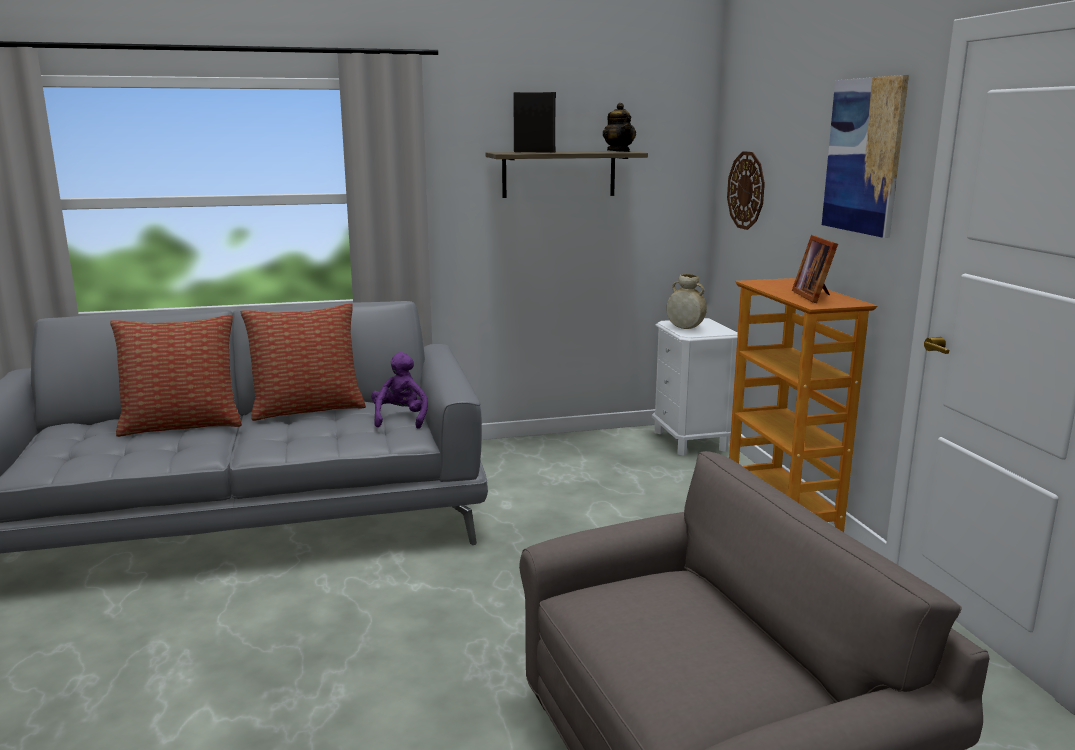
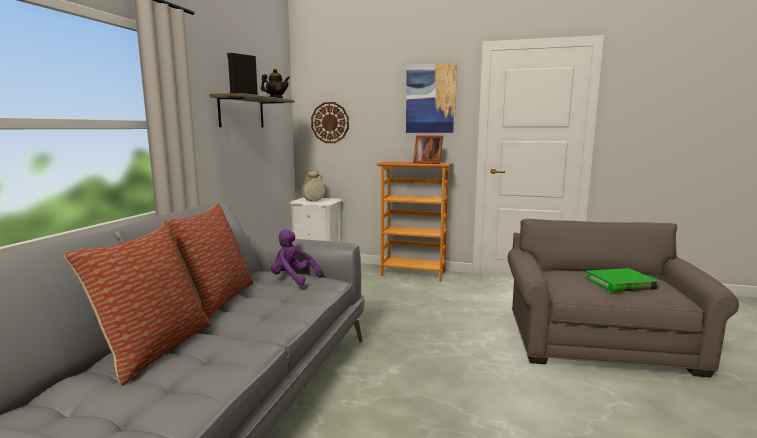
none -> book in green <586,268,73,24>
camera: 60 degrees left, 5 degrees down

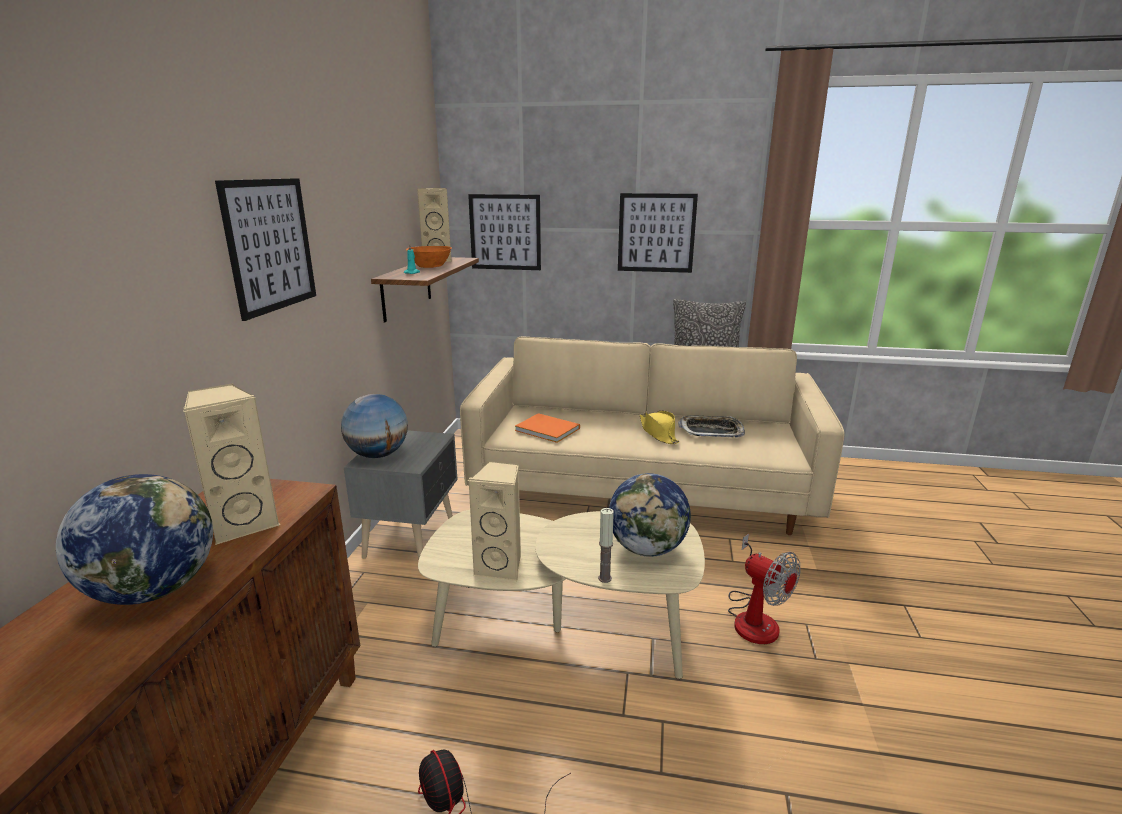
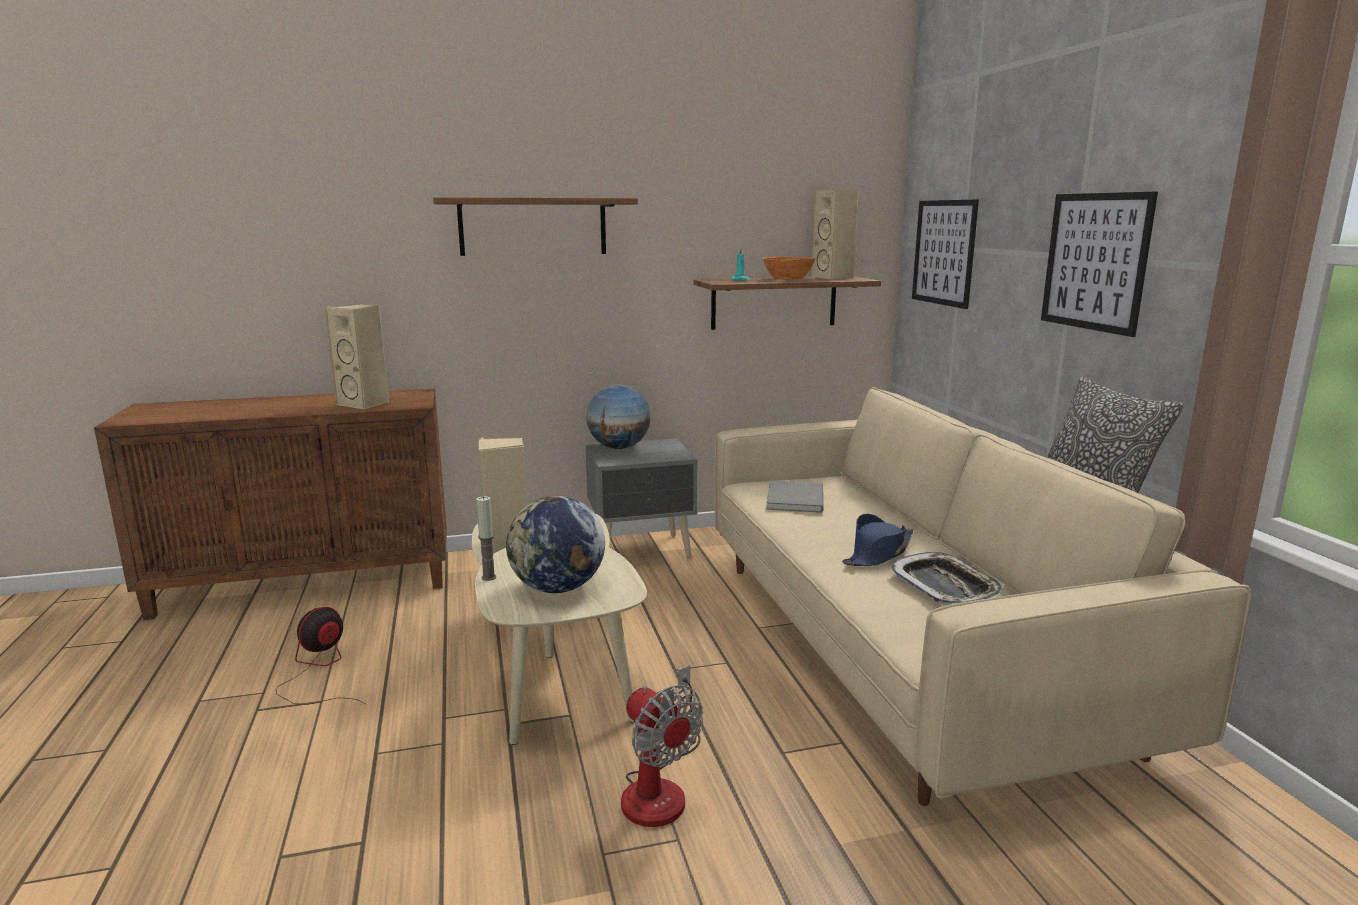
picture <215,178,101,143> -> shelf <433,197,205,59>
fan <728,534,73,110> -> fan <621,665,82,162>, 60 degrees counterclockwise
book in orange <515,413,65,30> -> book in grey <766,481,58,32>
hat in yellow <640,411,39,33> -> hat in blue <842,514,72,52>
globe <56,474,157,131> -> none
camera: 65 degrees right, 5 degrees down

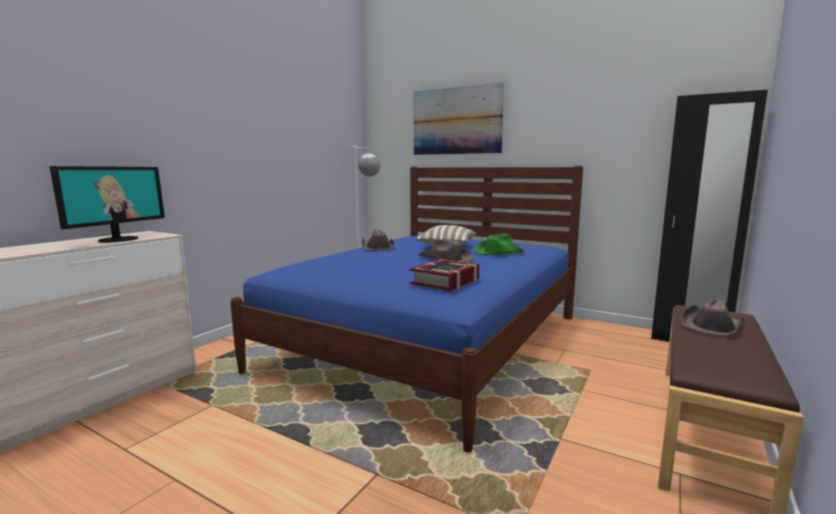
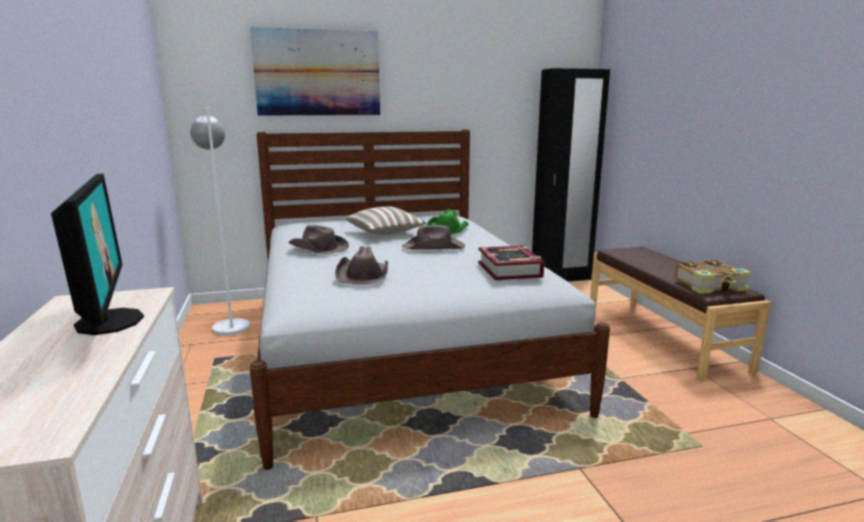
bed in blue <230,166,353,287> -> bed in white <250,129,360,341>
hat in brown <681,298,63,37> -> hat in brown <335,246,53,38>, moved
none -> book <675,260,77,34>
camera: 45 degrees left, 5 degrees up

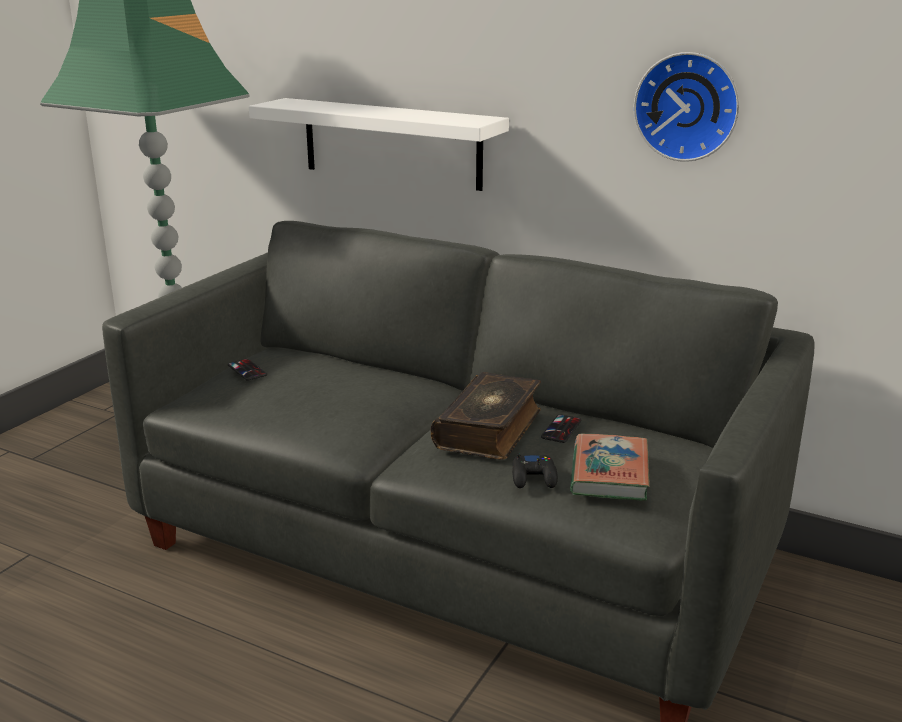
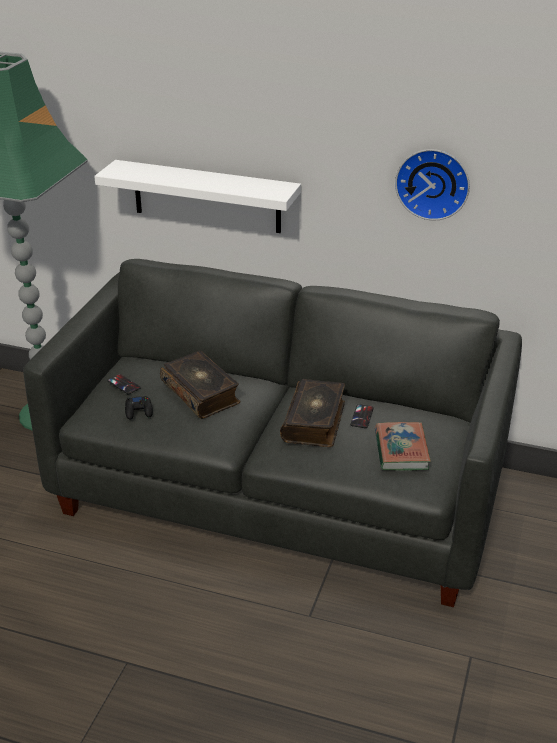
game controller in black <512,454,46,34> -> game controller in black <125,396,28,24>, moved
none -> book <160,351,81,68>
camera: 10 degrees left, 10 degrees up

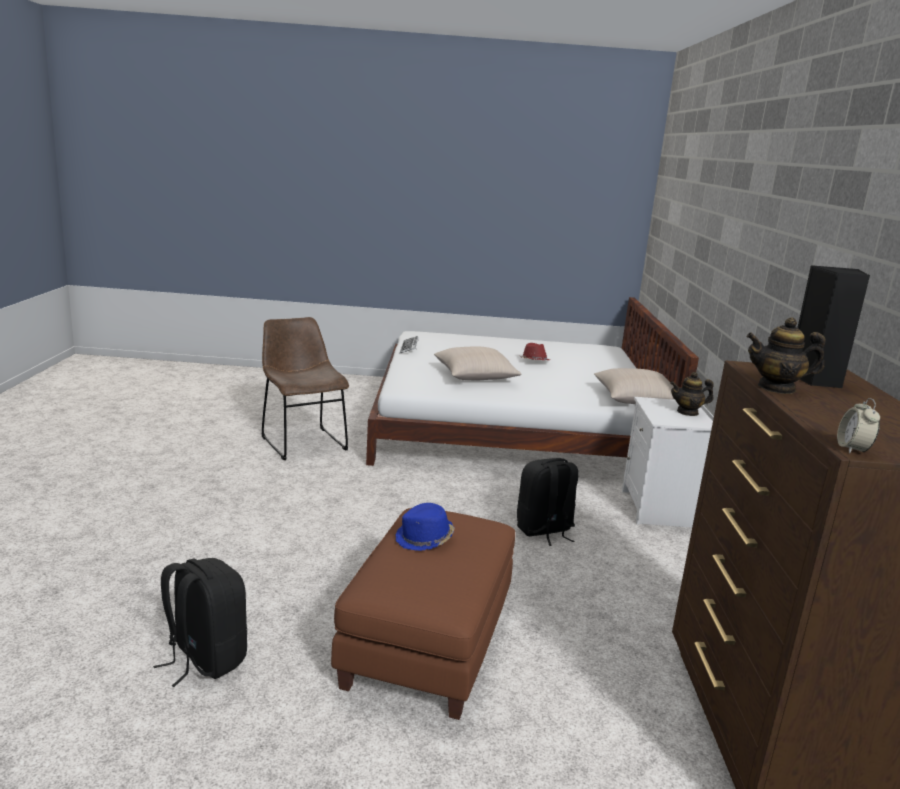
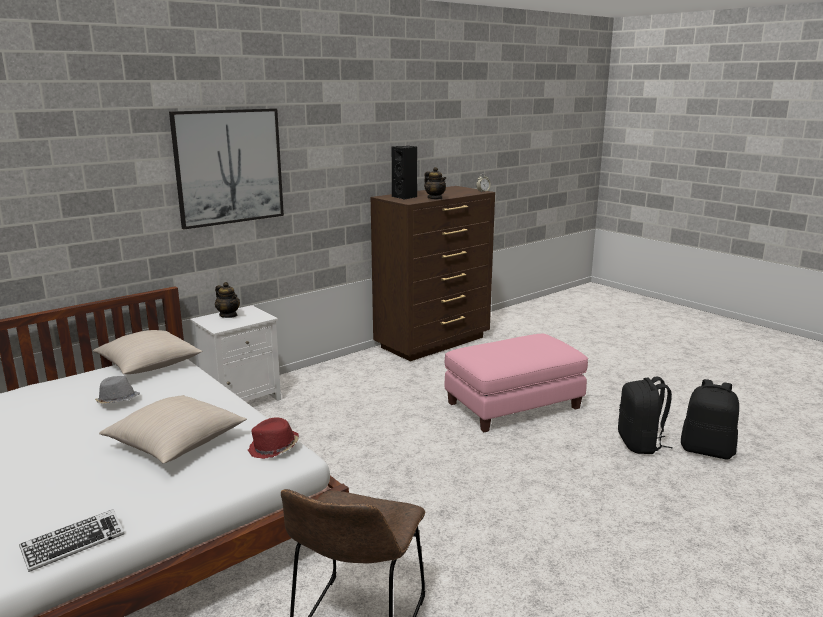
none -> hat in grey <95,376,45,28>
none -> picture <169,108,115,122>
hat in red <520,343,29,17> -> hat in red <248,418,51,41>, moved
ottoman in brown <331,508,184,212> -> ottoman in pink <445,334,143,98>
backpack in black <517,458,61,88> -> backpack in black <681,379,58,80>, moved
hat in blue <395,503,59,48> -> none
camera: 130 degrees left, 0 degrees up

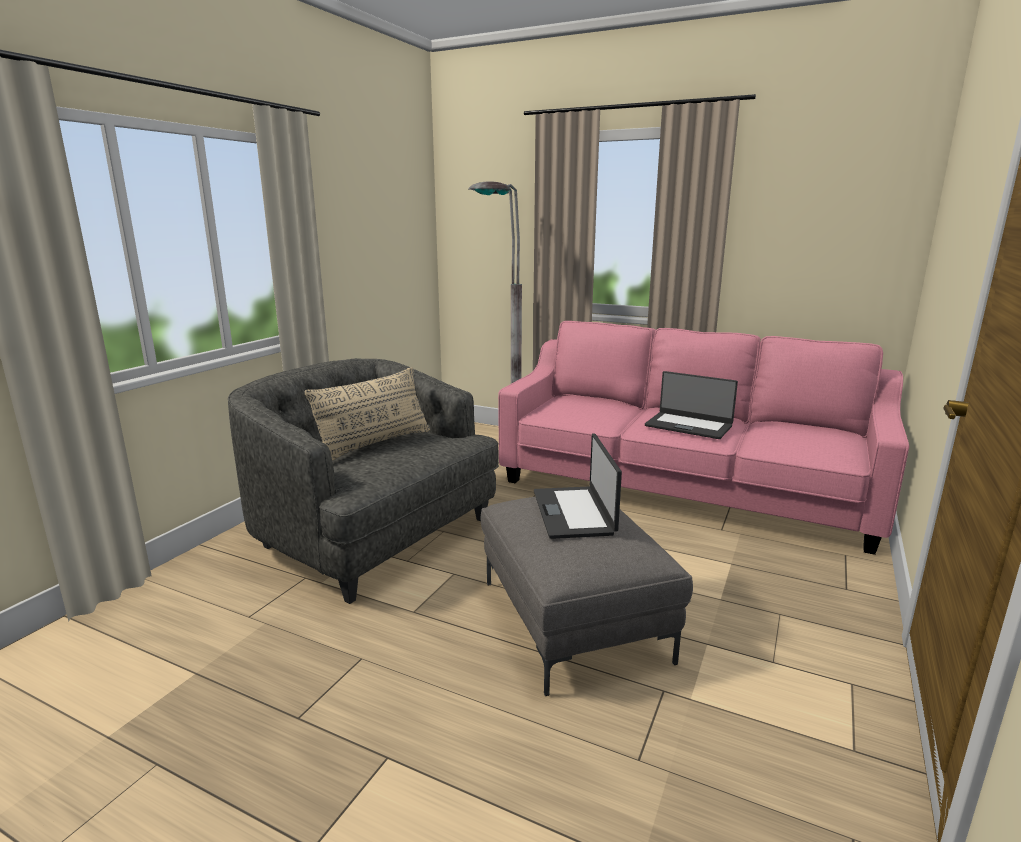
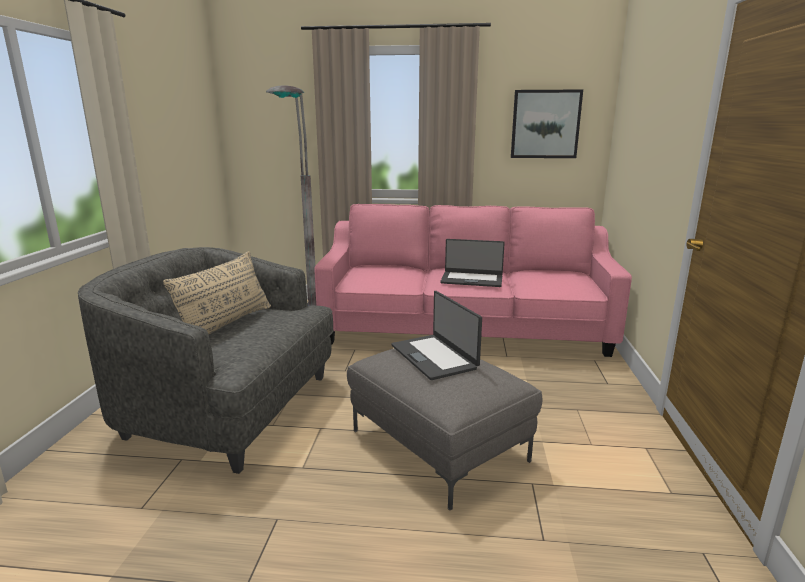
none -> picture <511,90,72,68>
camera: 20 degrees left, 0 degrees up

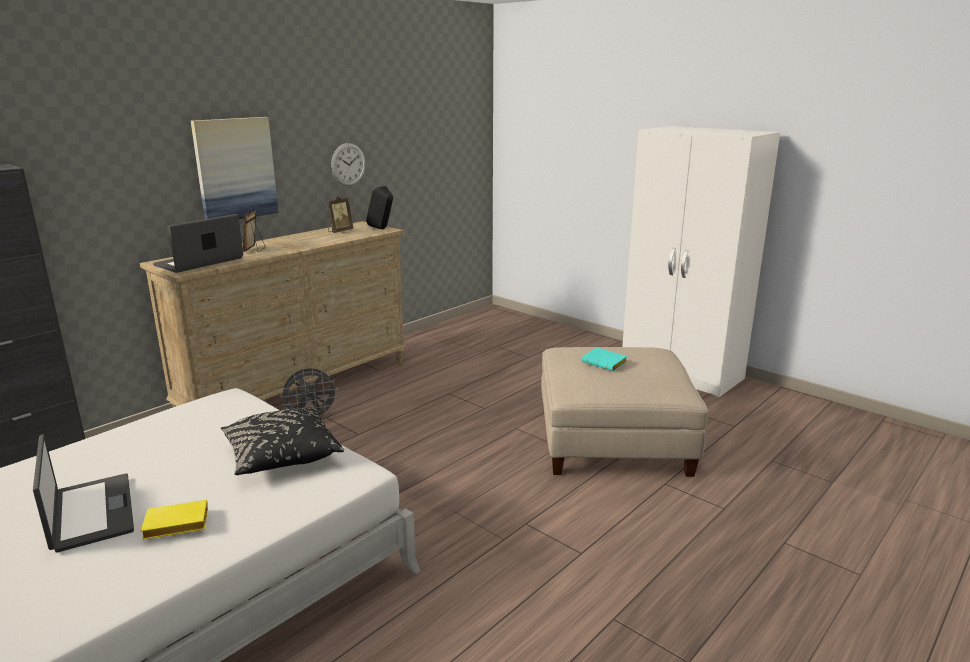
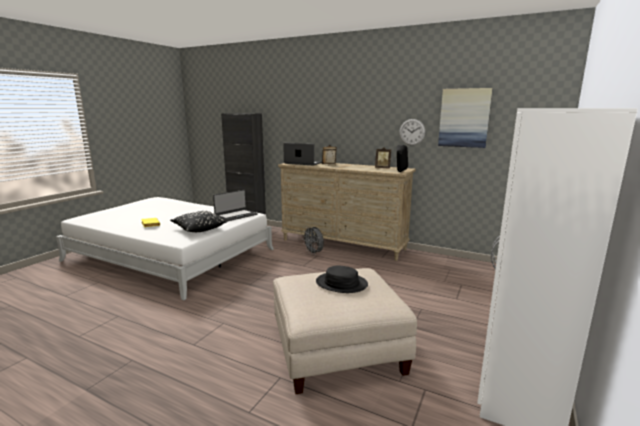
laptop <33,434,101,119> -> laptop <213,190,45,31>, moved
book in turquoise <582,347,45,24> -> hat in black <316,266,52,27>
picture <191,117,87,102> -> picture <438,88,55,60>, moved
camera: 75 degrees right, 5 degrees down

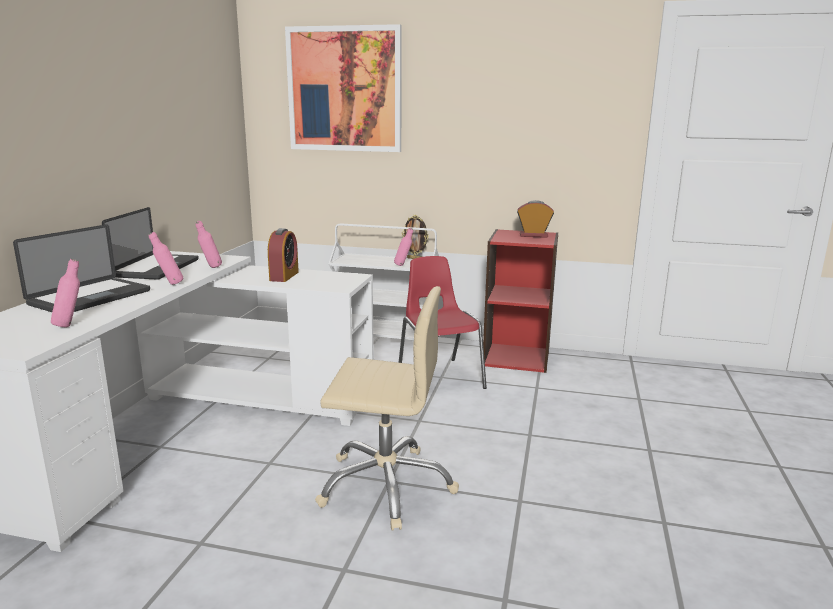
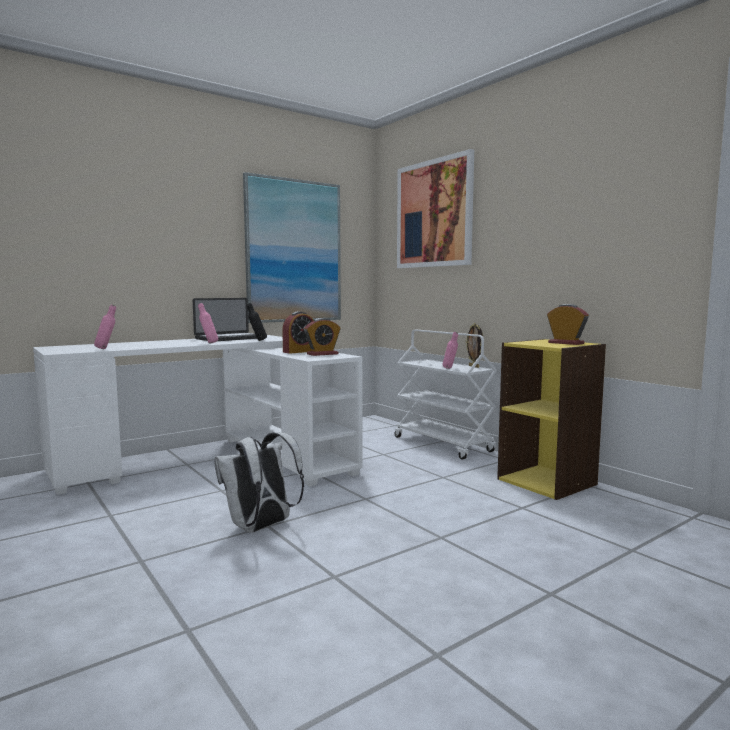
office chair in beige <315,286,144,244> -> backpack in white <214,432,90,101>
none -> picture <243,172,98,151>
bottle in pink <195,221,27,47> -> bottle in black <247,303,20,38>
none -> alarm clock <304,318,36,38>
bookcase in red <483,229,75,144> -> bookcase in yellow <497,339,109,161>
laptop <13,224,137,88> -> none
chair in red <399,256,88,133> -> none
camera: 40 degrees right, 10 degrees down

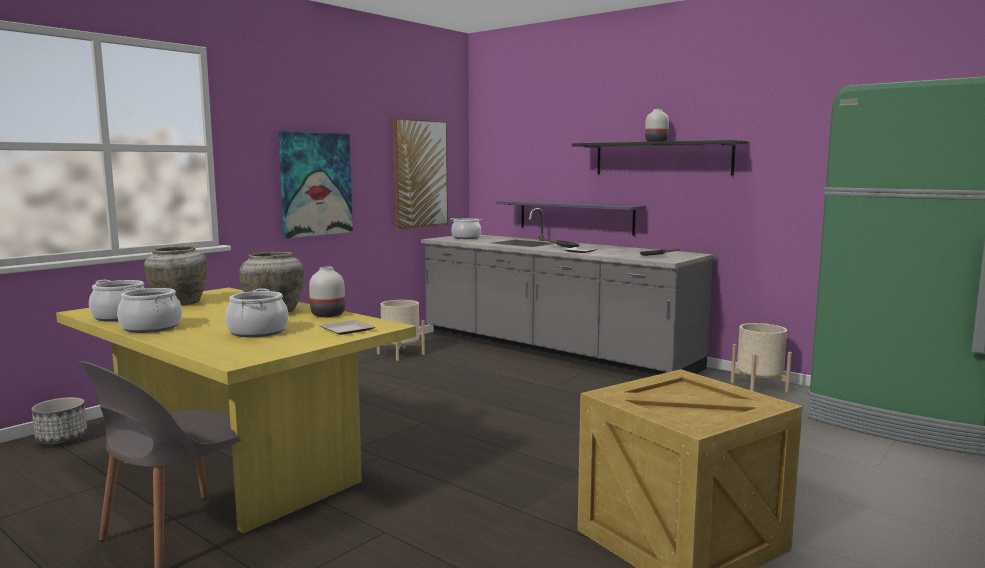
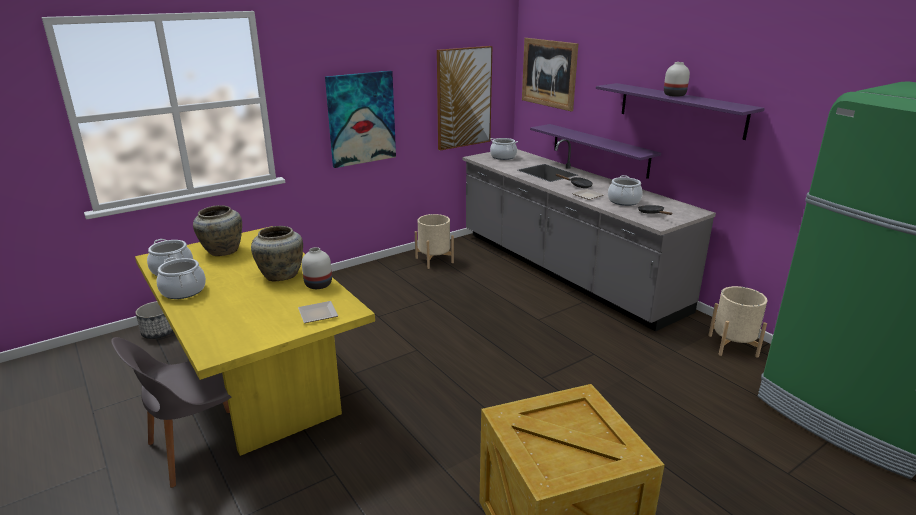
none -> picture <522,38,56,73>
shelf in black <572,140,176,35> -> shelf in purple <596,83,169,57>
cooking pot <225,288,63,49> -> cooking pot <608,175,35,31>, moved
camera: 15 degrees right, 15 degrees up

